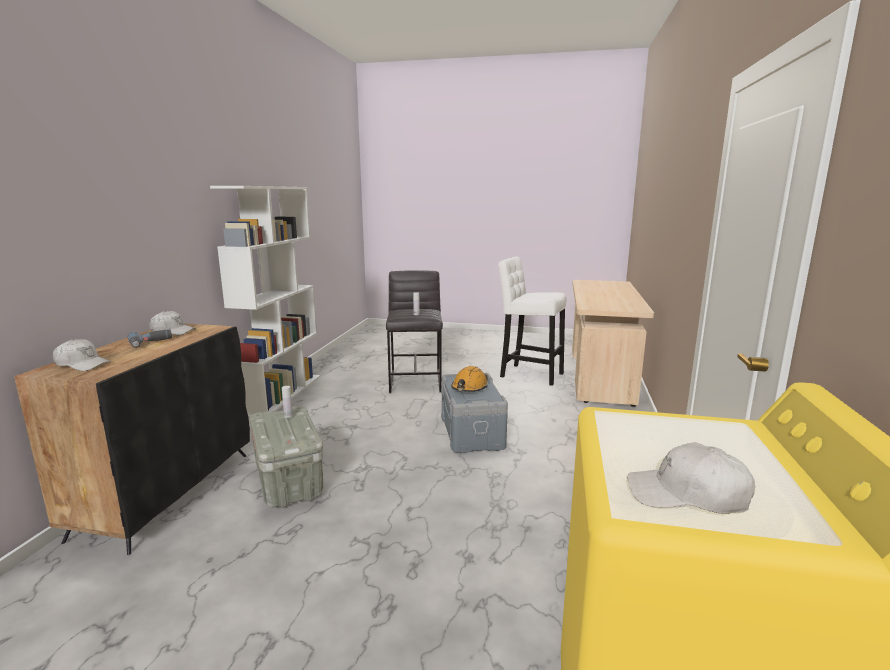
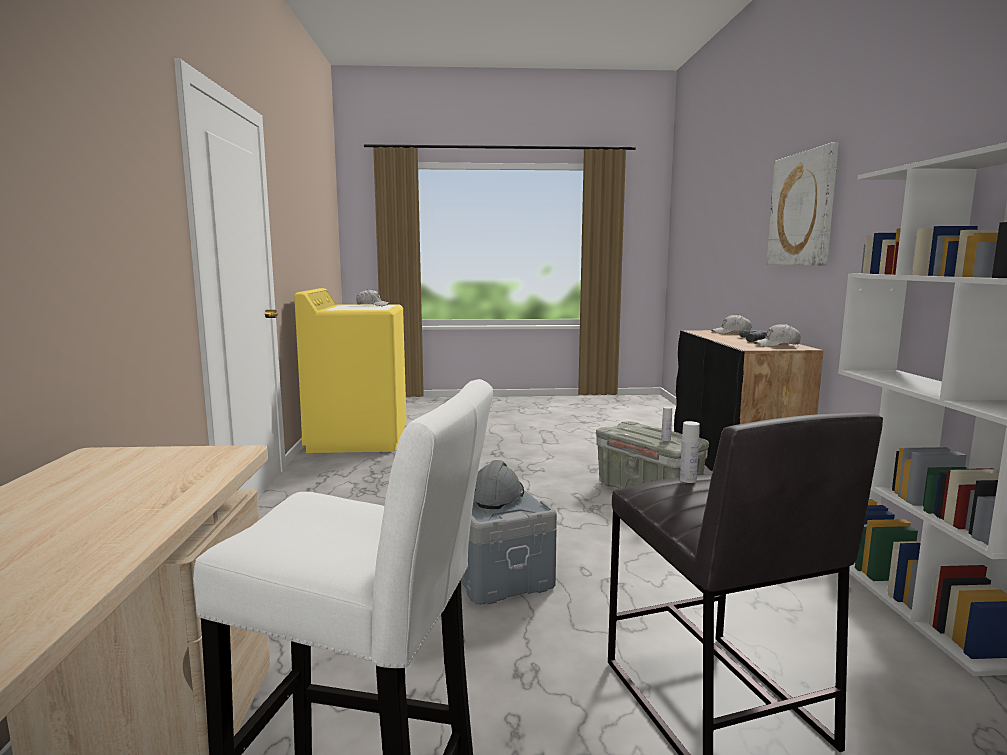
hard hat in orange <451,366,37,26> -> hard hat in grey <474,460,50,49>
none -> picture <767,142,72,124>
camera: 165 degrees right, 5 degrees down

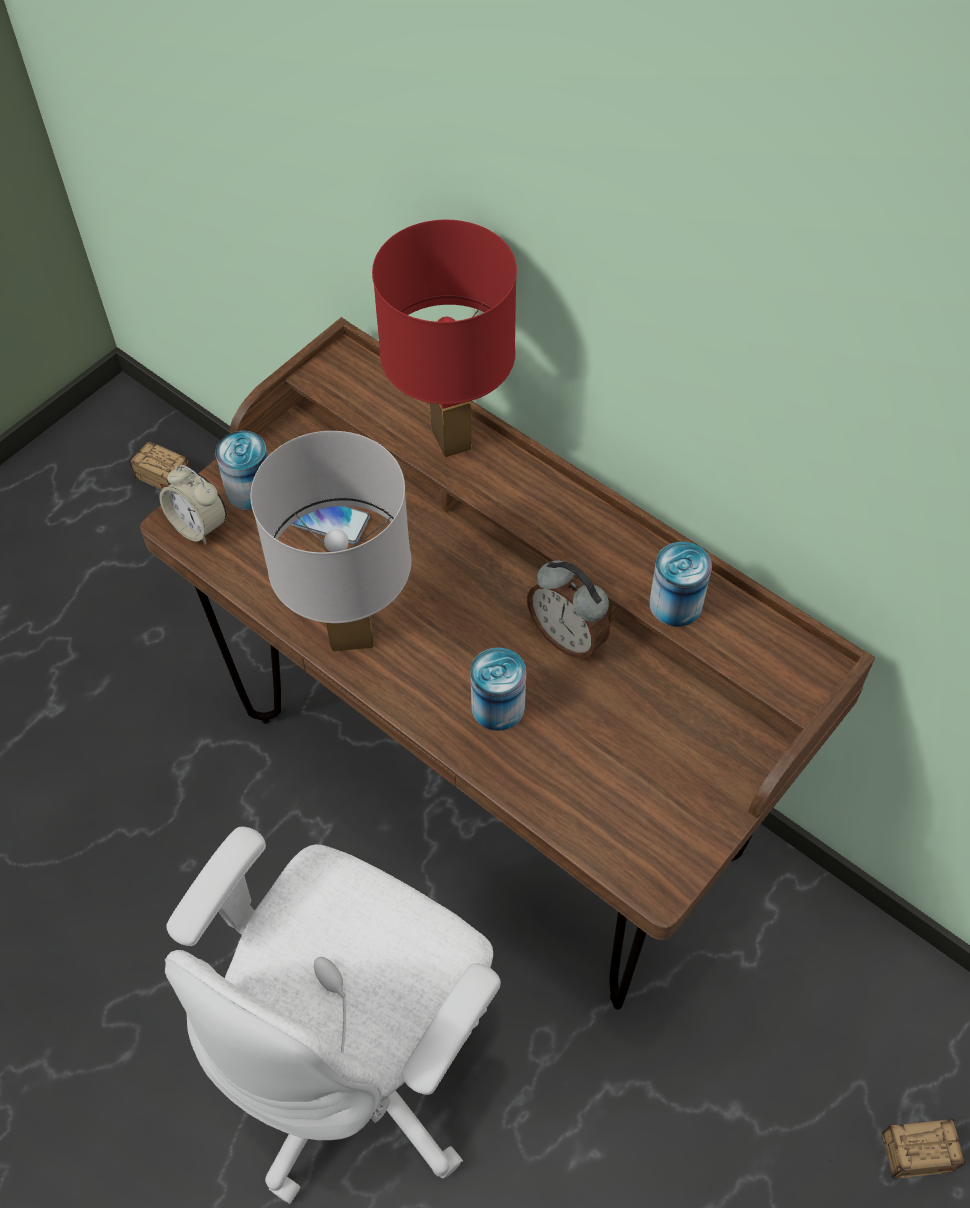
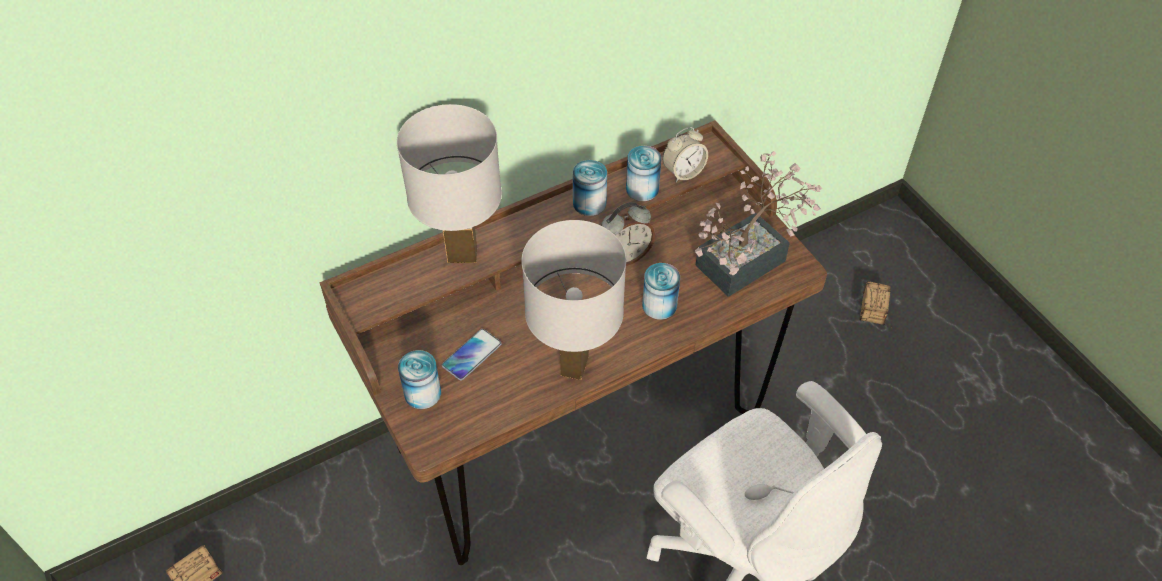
table lamp in red <372,220,145,237> -> table lamp in white <397,104,105,159>
none -> can <573,160,34,56>
alarm clock <159,465,67,79> -> alarm clock <662,127,46,55>, moved
none -> potted plant <695,151,127,146>
camera: 70 degrees left, 5 degrees down

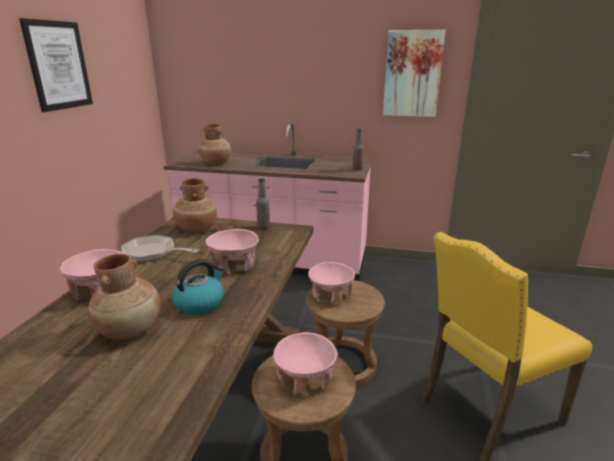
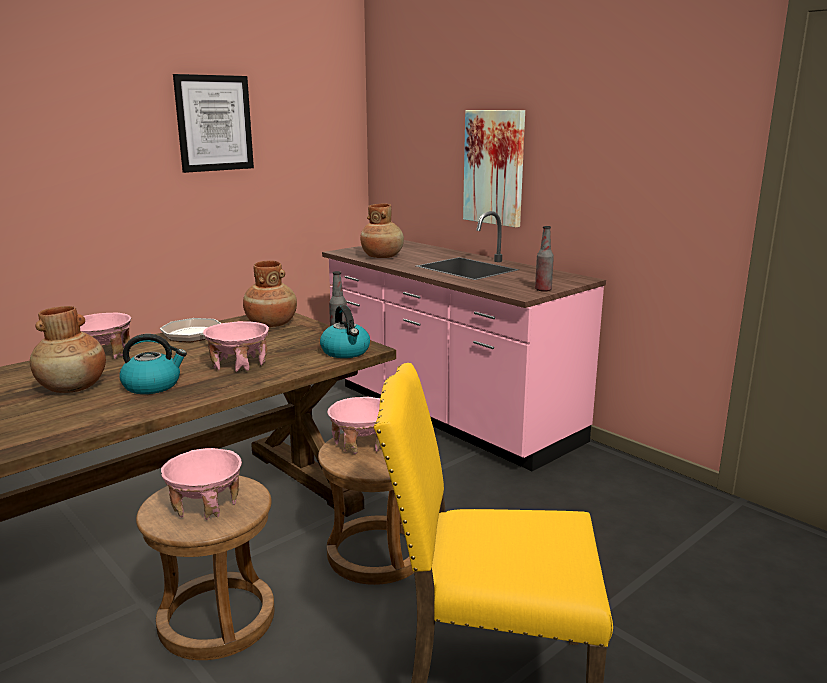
none -> kettle <320,305,50,53>
picture <383,30,63,87> -> picture <463,110,62,118>, moved
camera: 35 degrees right, 5 degrees down

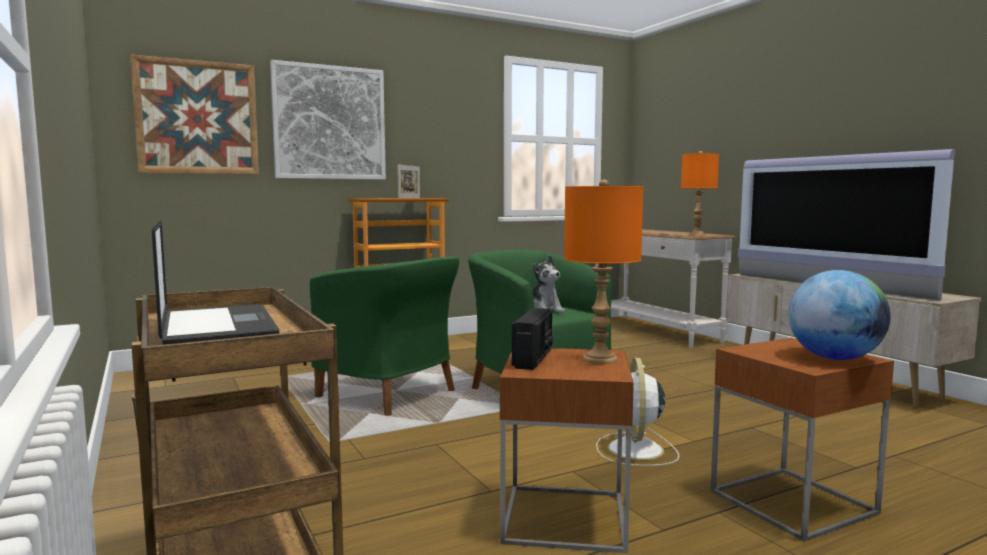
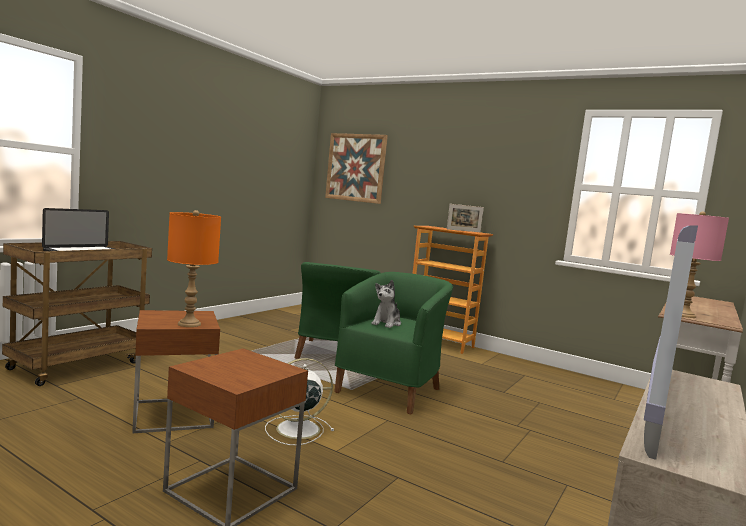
table lamp in orange <681,151,38,85> -> table lamp in pink <670,212,59,106>
picture <270,60,116,120> -> none
radio <512,308,41,62> -> none
globe <788,270,103,90> -> none
camera: 60 degrees right, 0 degrees up

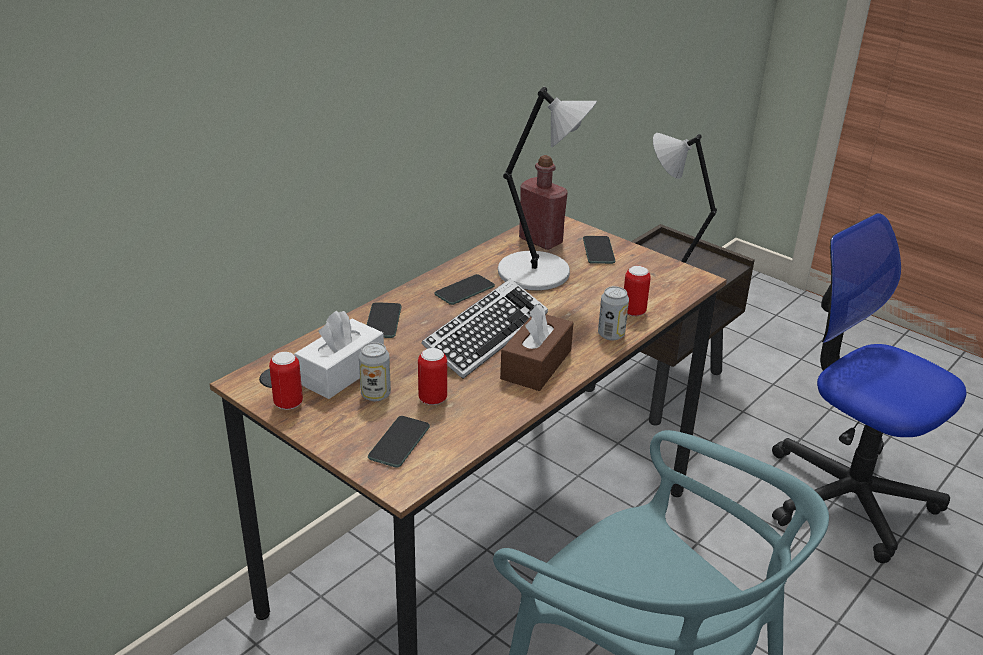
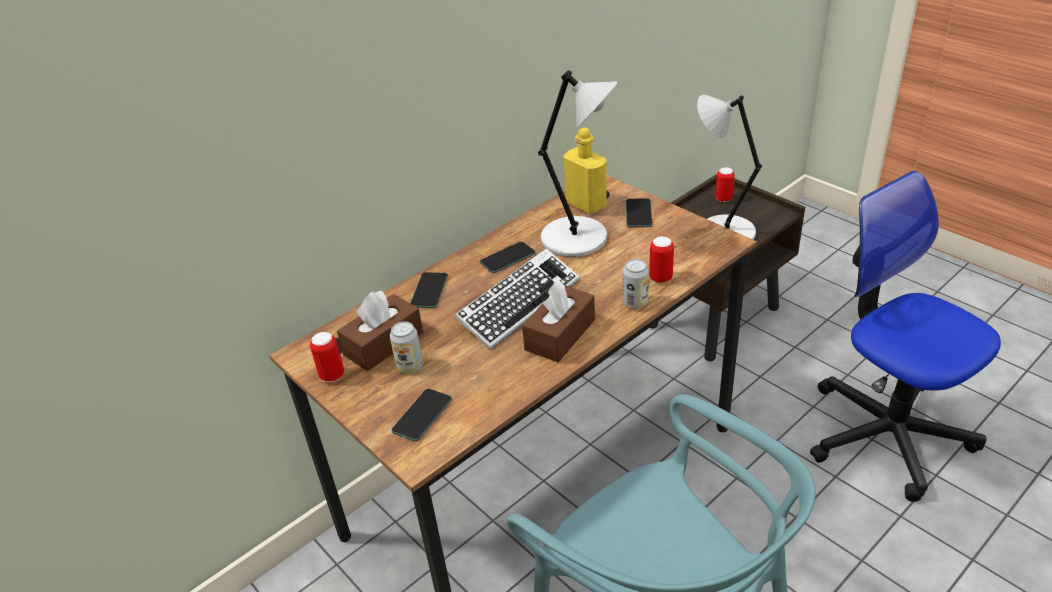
tissue box in white <294,310,90,89> -> tissue box in brown <337,291,86,80>
bottle in red <519,155,49,95> -> bottle in yellow <564,128,43,86>
can <418,348,29,57> -> can <715,167,20,35>, moved
camera: 10 degrees right, 5 degrees up

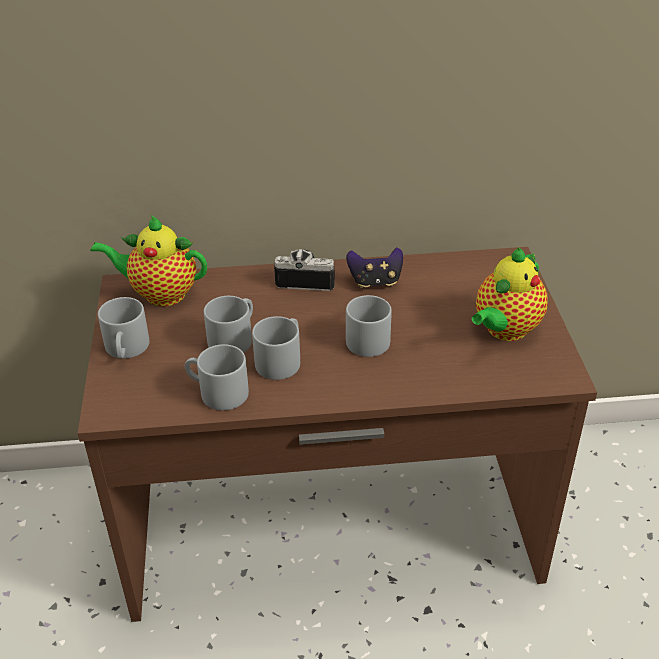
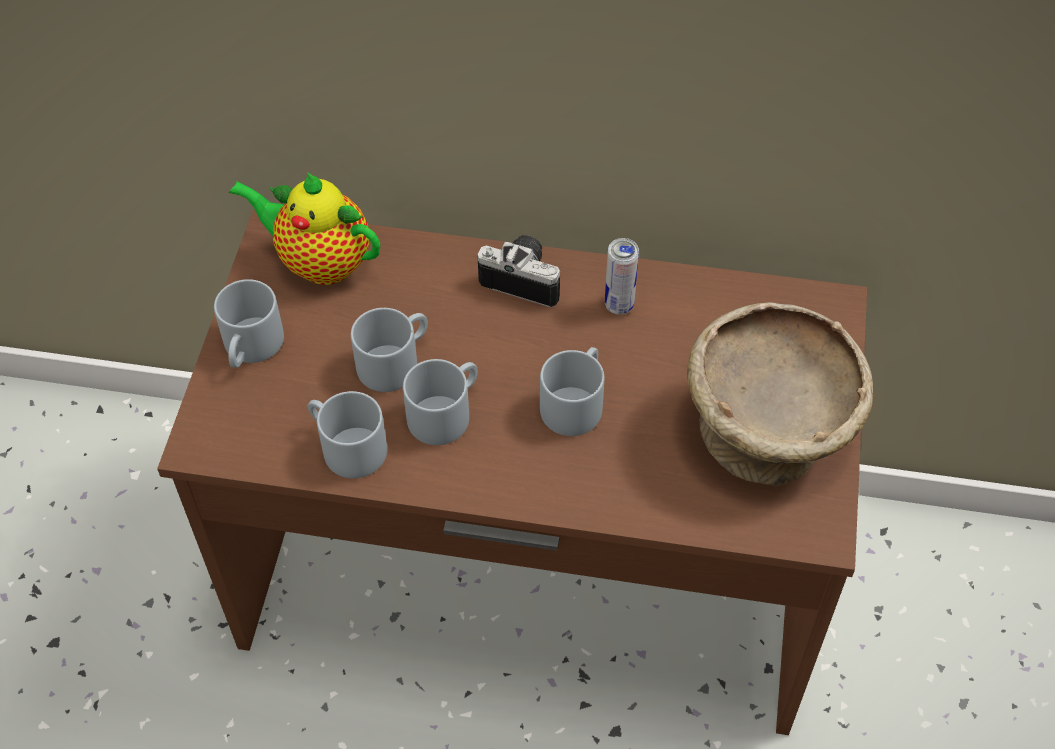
game controller <346,248,57,40> -> can <605,238,34,77>
teapot <472,247,76,94> -> bowl in beige <687,302,186,184>
camera: 15 degrees right, 15 degrees up

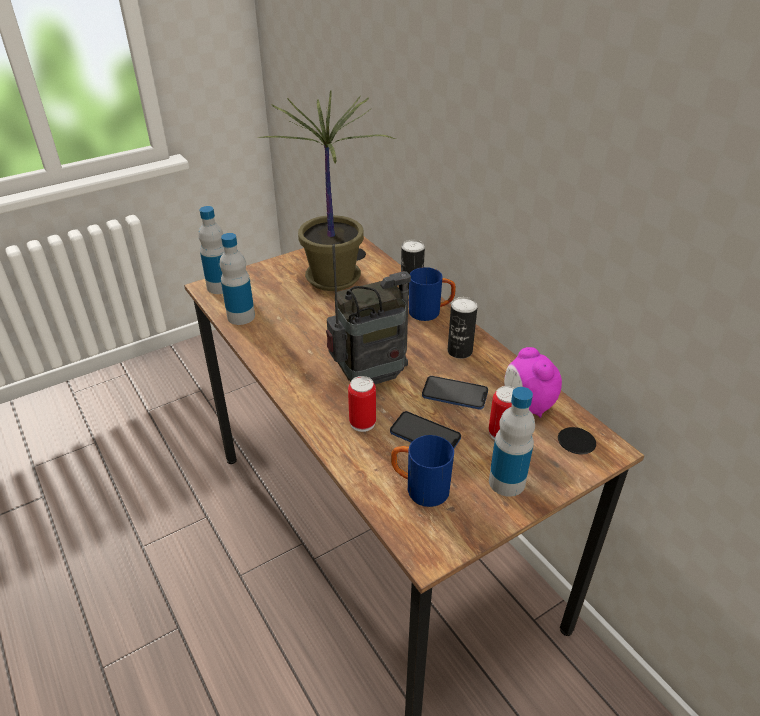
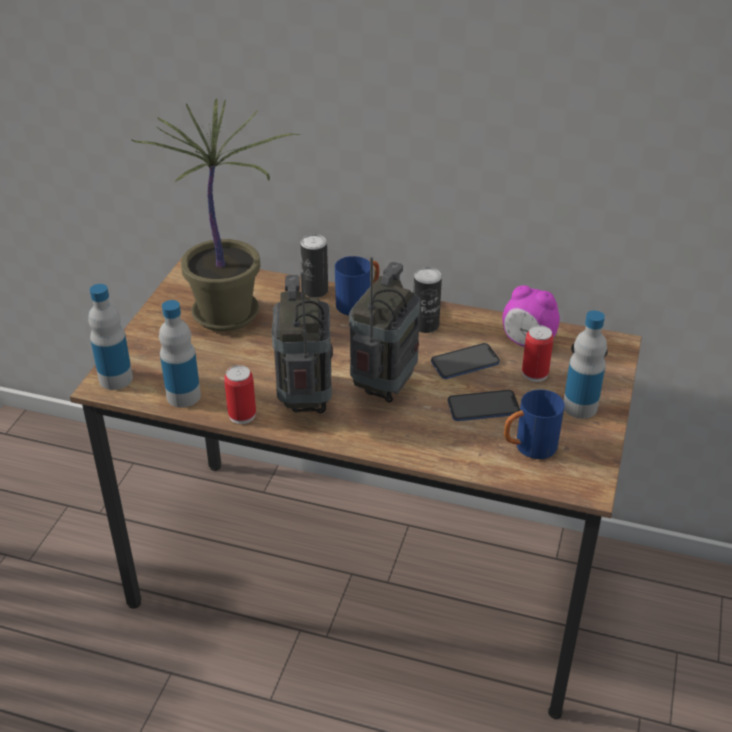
can <348,376,28,56> -> can <224,365,32,59>, moved
none -> radio <272,272,61,141>
camera: 40 degrees left, 0 degrees up

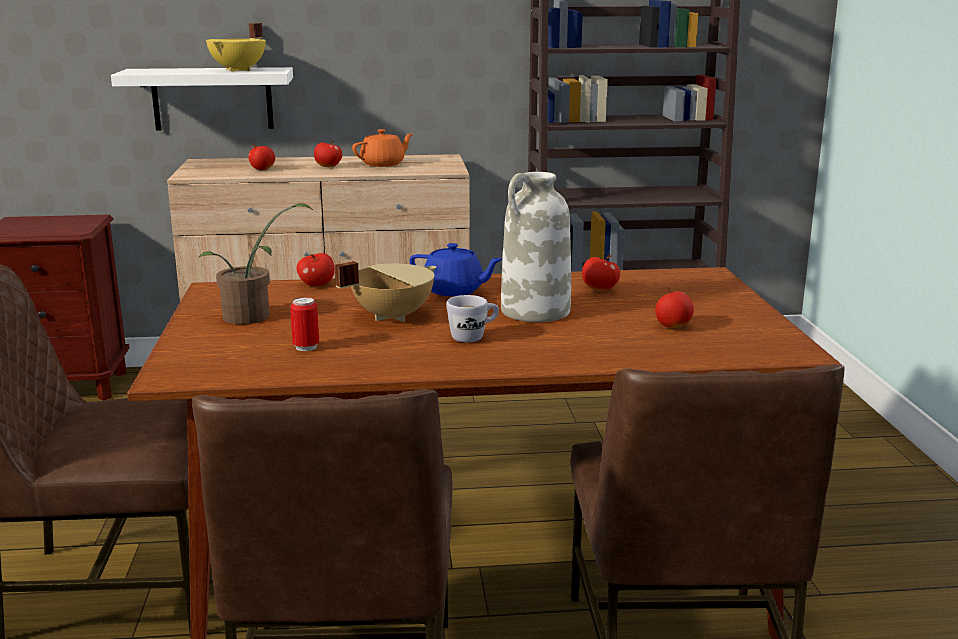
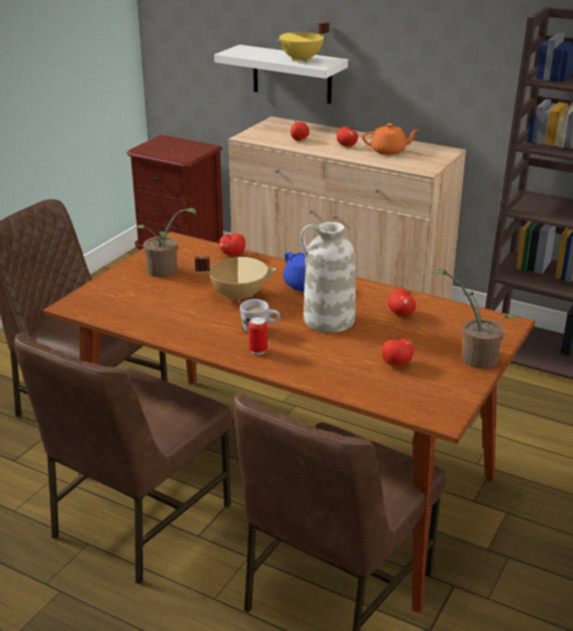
can <290,297,29,54> -> can <248,317,20,38>, moved
none -> potted plant <431,269,88,100>
camera: 35 degrees right, 10 degrees up

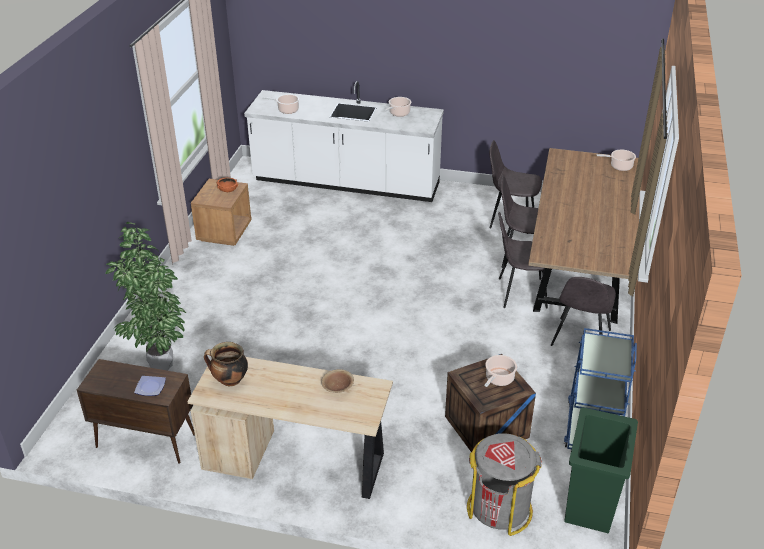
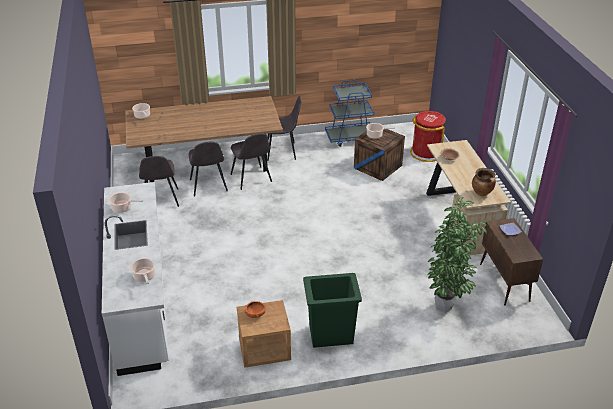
trash can in green <564,407,74,126> -> trash can in green <303,273,59,75>, moved
trash can in grey <467,433,75,103> -> trash can in red <410,111,36,51>
camera: 115 degrees left, 0 degrees up

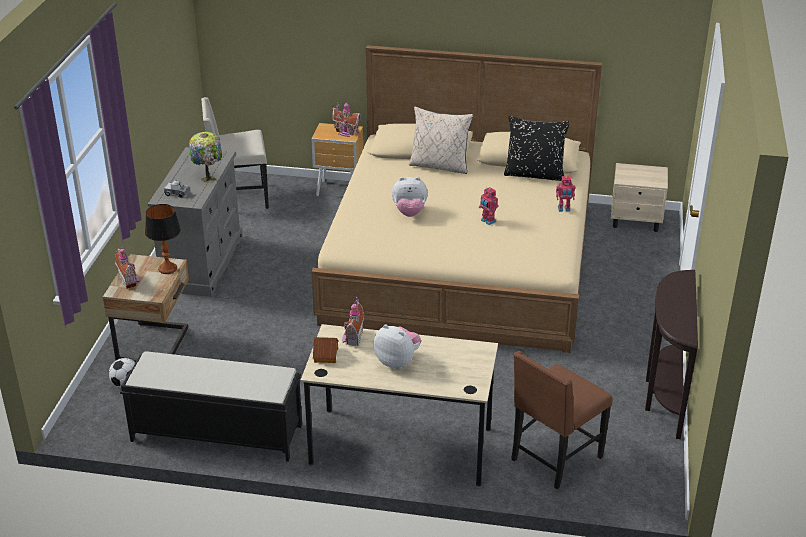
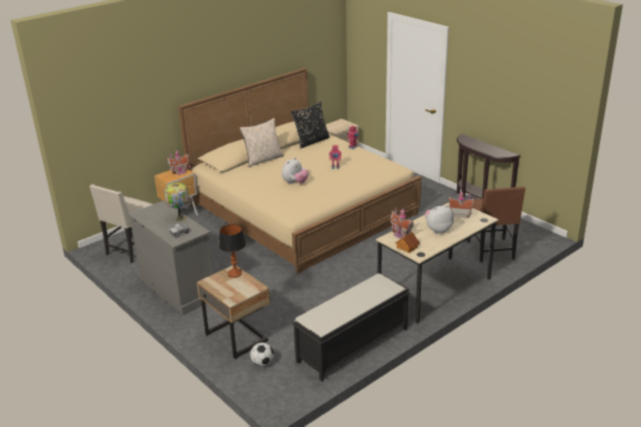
toy house <115,248,24,41> -> toy house <447,191,29,27>, moved
camera: 50 degrees left, 5 degrees down

